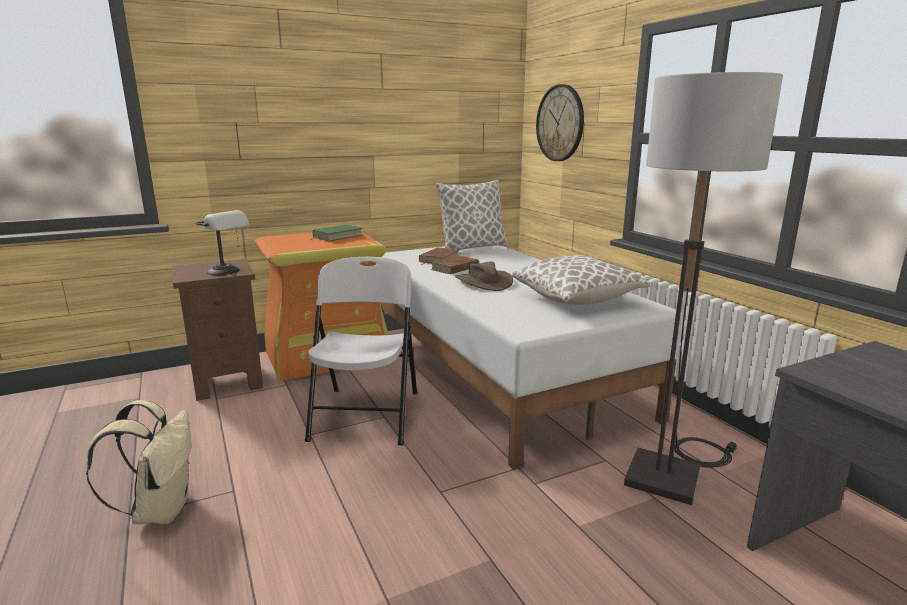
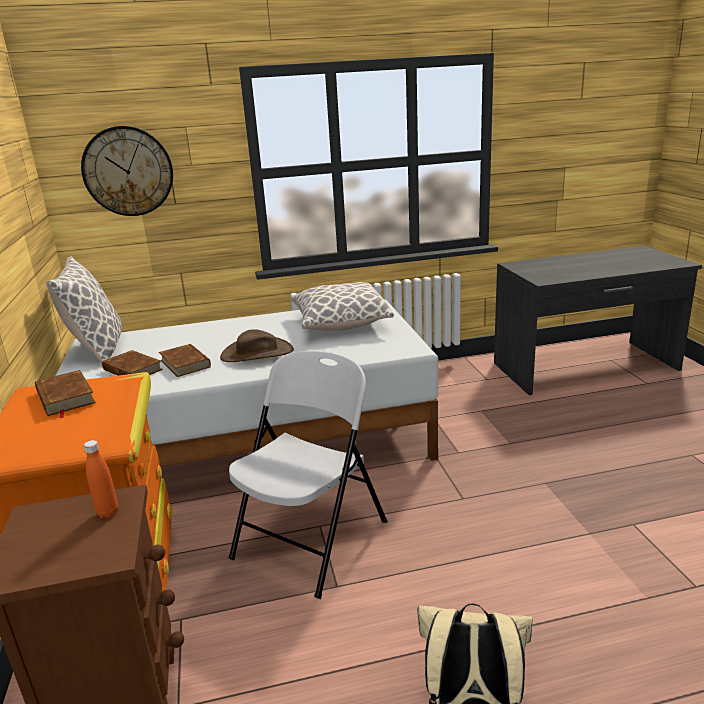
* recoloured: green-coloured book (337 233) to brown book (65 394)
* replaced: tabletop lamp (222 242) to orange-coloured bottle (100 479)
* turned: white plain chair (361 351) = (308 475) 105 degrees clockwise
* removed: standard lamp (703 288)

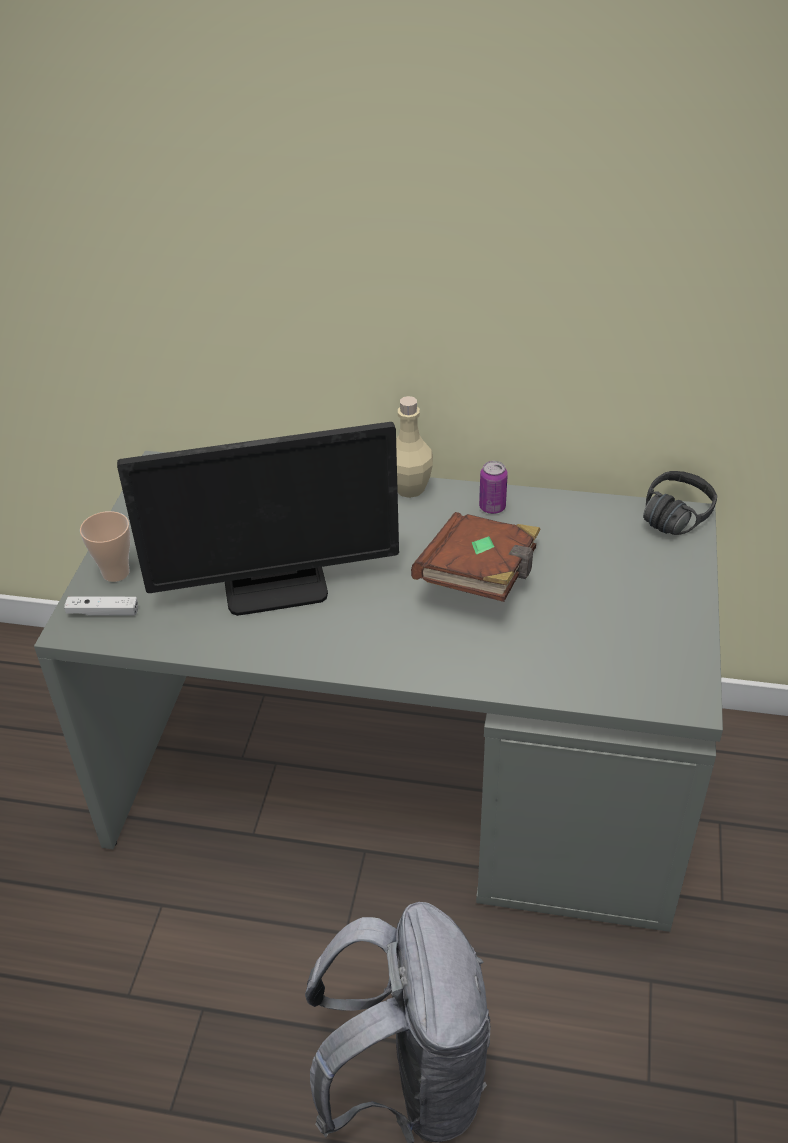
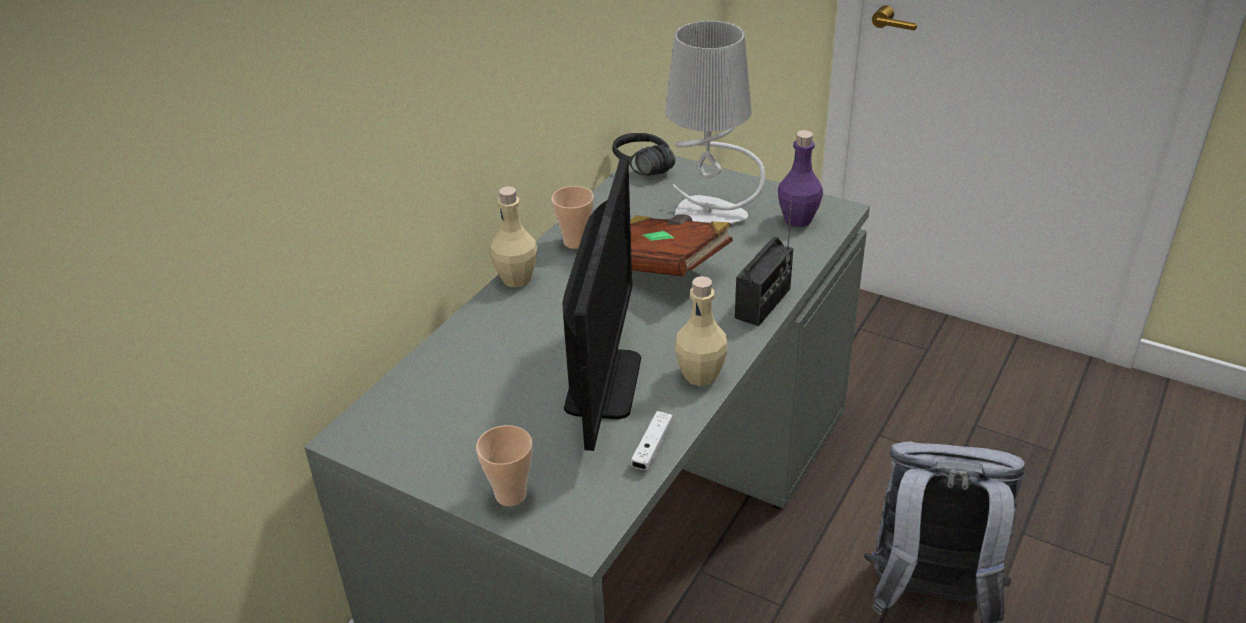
* replaced: can (493 487) to small cup (573 217)
* moved: white joypad (101 606) to (652 440)
* added: grey tabletop lamp (715 122)
* added: beige-coloured bottle (701 331)
* added: radio receiver (764 263)
* added: purplish bottle (800 178)

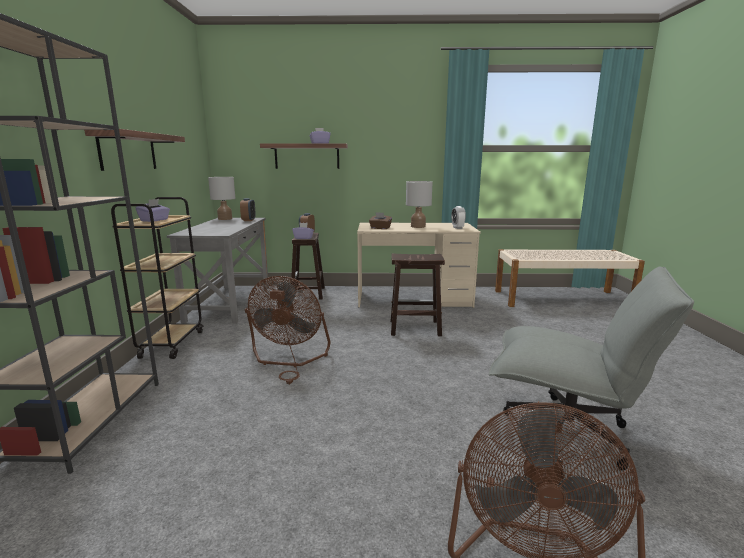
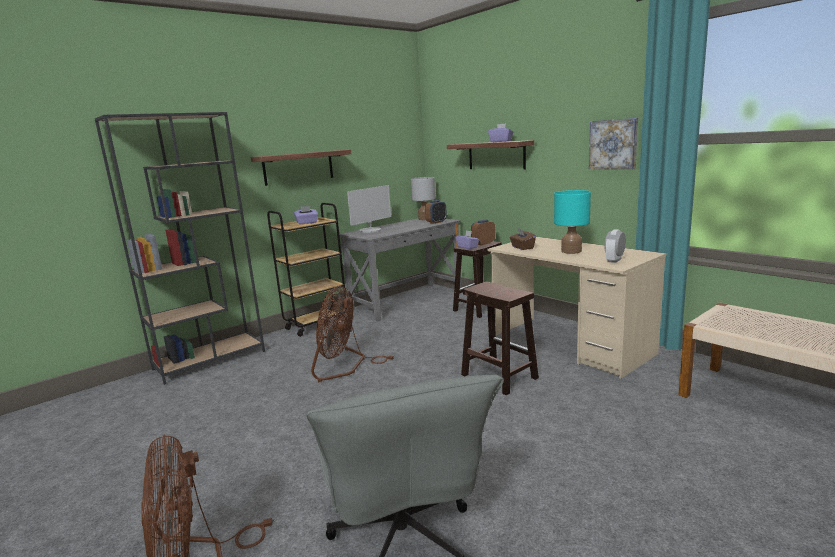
* turned: brown cooling fan (287 330) = (353 334) 135 degrees counterclockwise
* added: monitor (369 209)
* recoloured: grey tabletop lamp (419 204) to turquoise-coloured tabletop lamp (572 222)
* added: wall art (613 144)

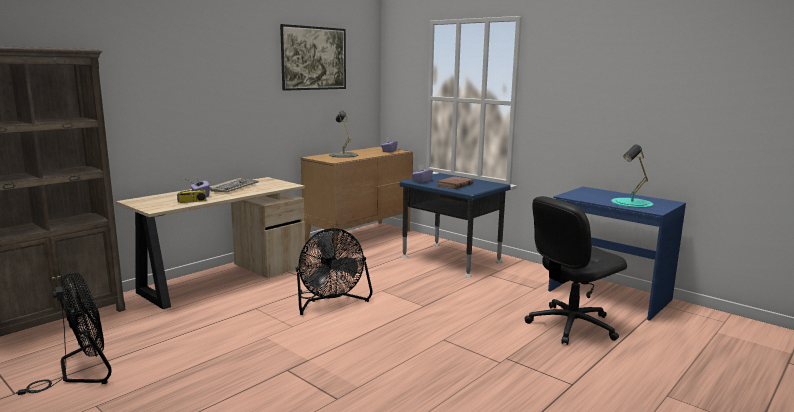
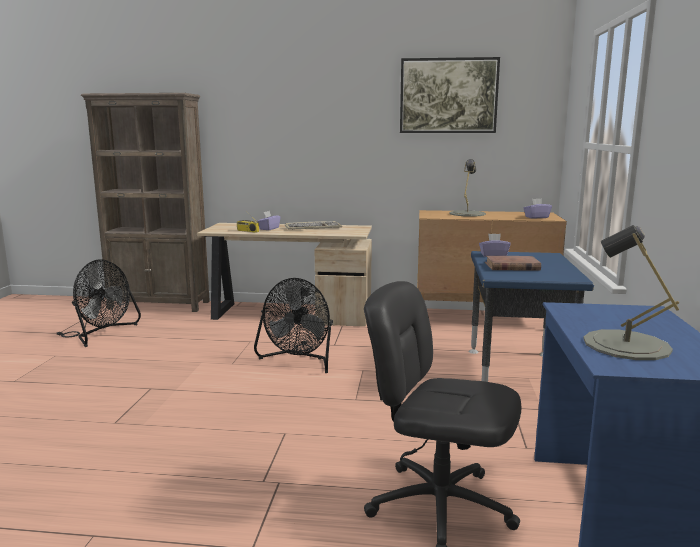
* recoloured: turquoise-coloured tabletop lamp (632 176) to grey tabletop lamp (631 292)

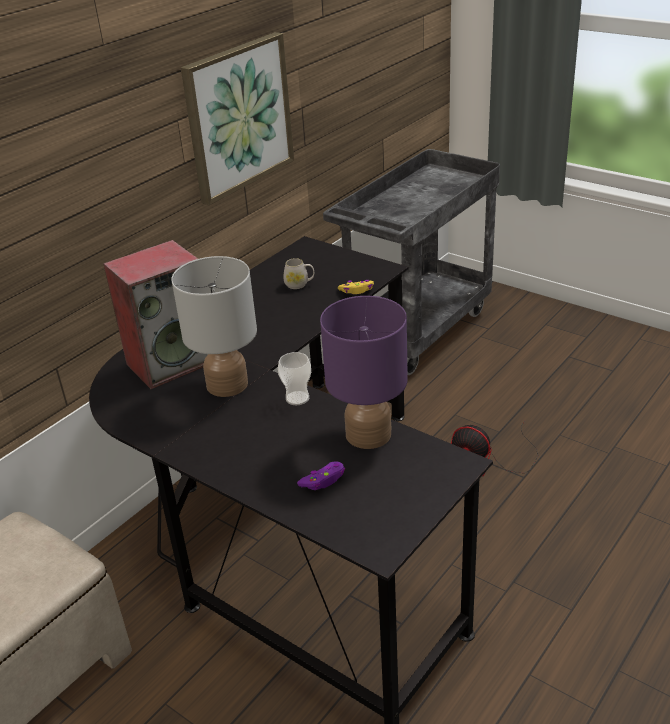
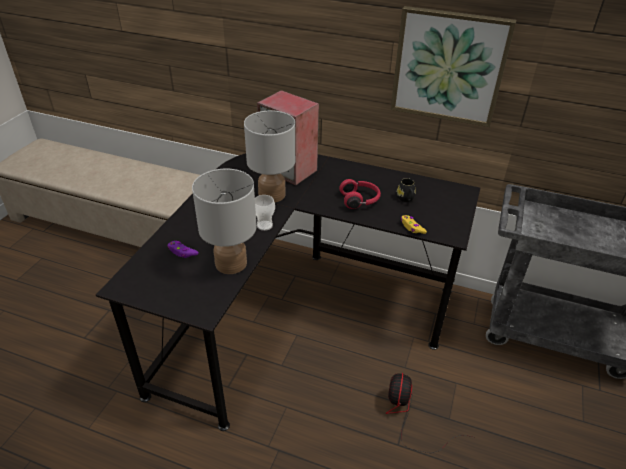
* recoloured: purplish tabletop lamp (364 372) to grey tabletop lamp (224 221)
* added: red-coloured headset (360 194)
* recoloured: white tea mug (298 273) to black tea mug (406 190)

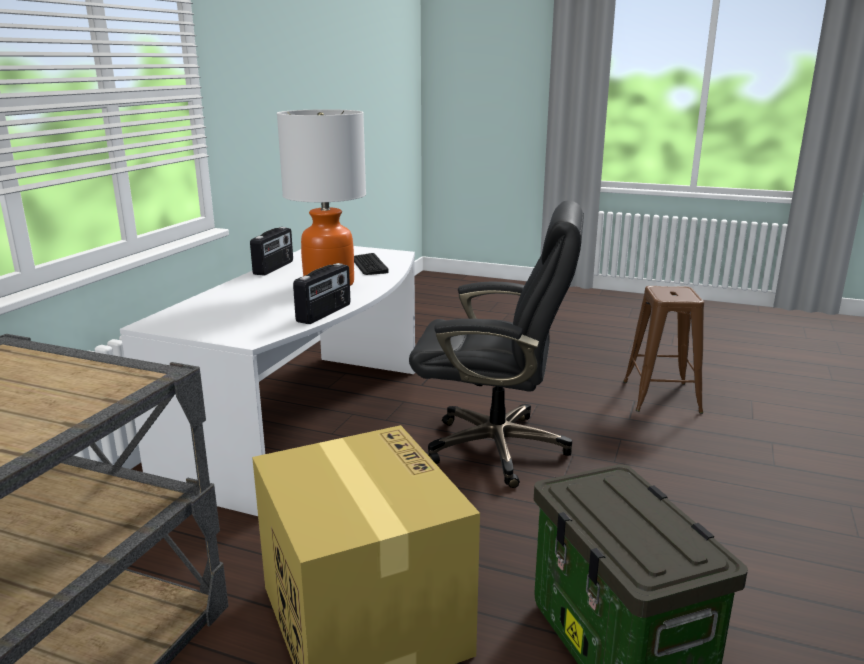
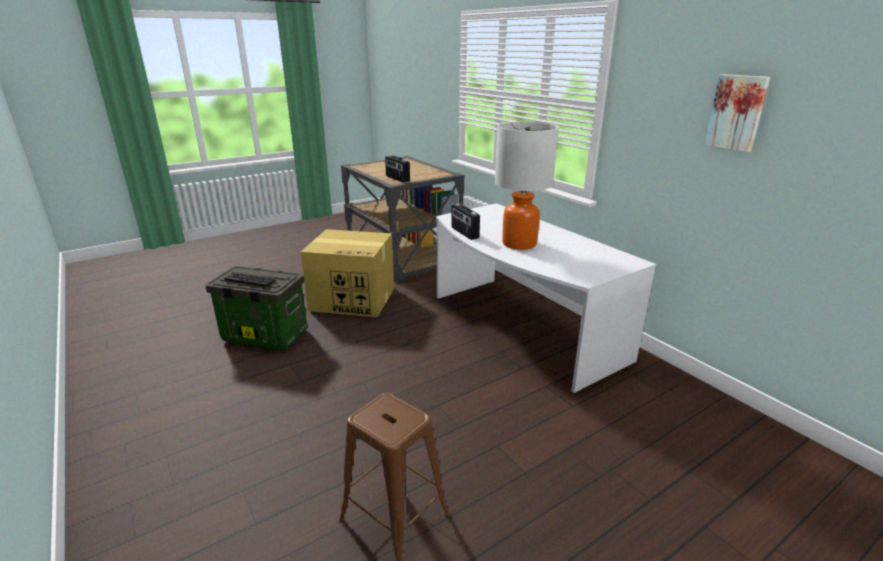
* moved: PC keyboard (371 264) to (250 280)
* moved: radio receiver (271 251) to (397 169)
* added: wall art (737 113)
* removed: black office chair (496 344)

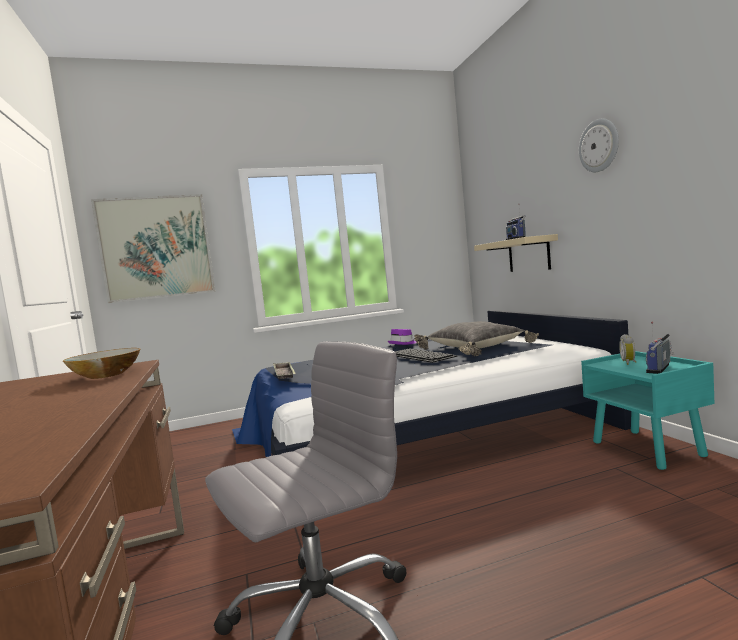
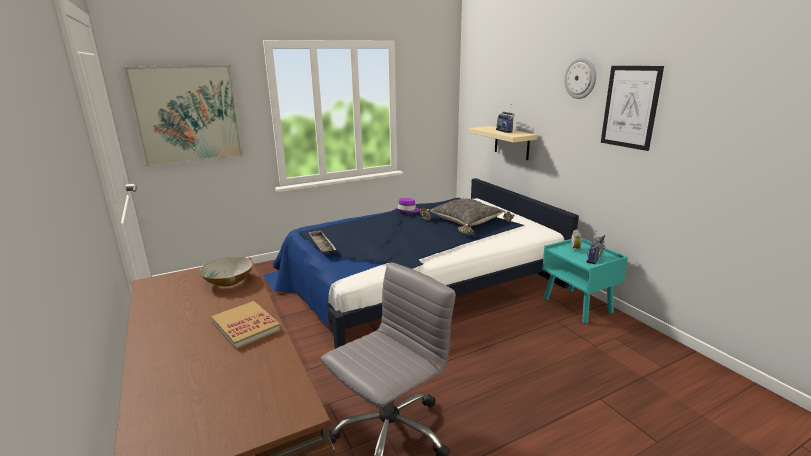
* added: book (246 325)
* added: wall art (632 108)
* removed: PC keyboard (426 355)

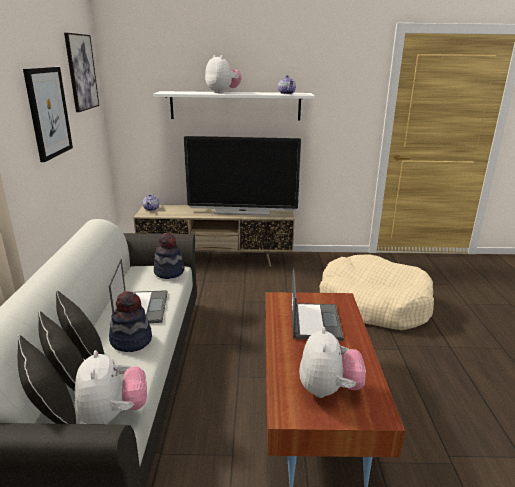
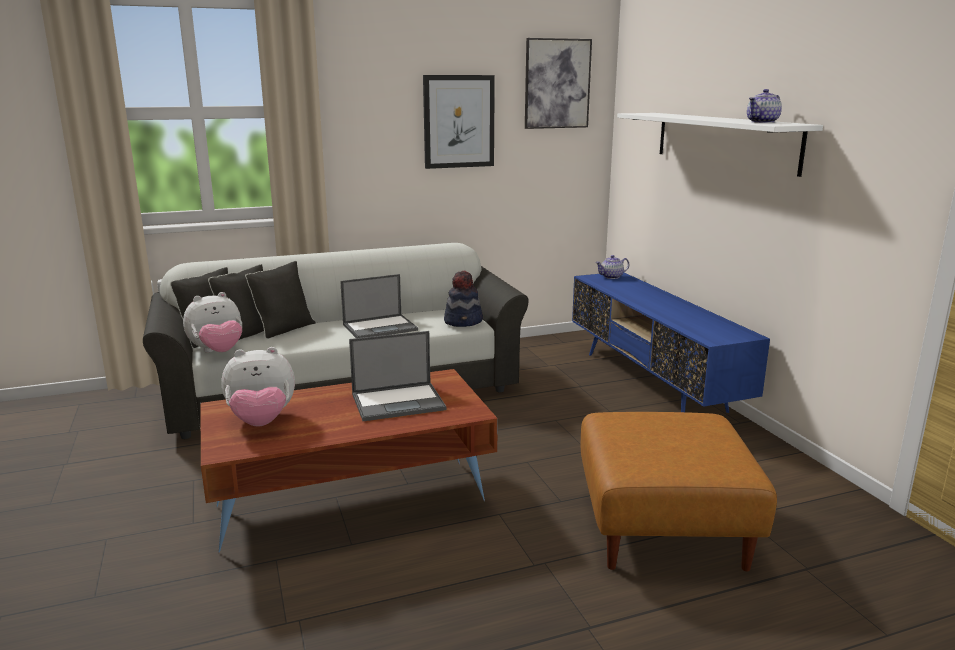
* recoloured: beige-coloured tv unit (214 236) to blue tv unit (671 342)
* replaced: beige-coloured dog bed (376 292) to brown footrest (679 491)
* removed: clothing hat (130 321)
* removed: television (242 176)
* removed: soft toy (223 74)

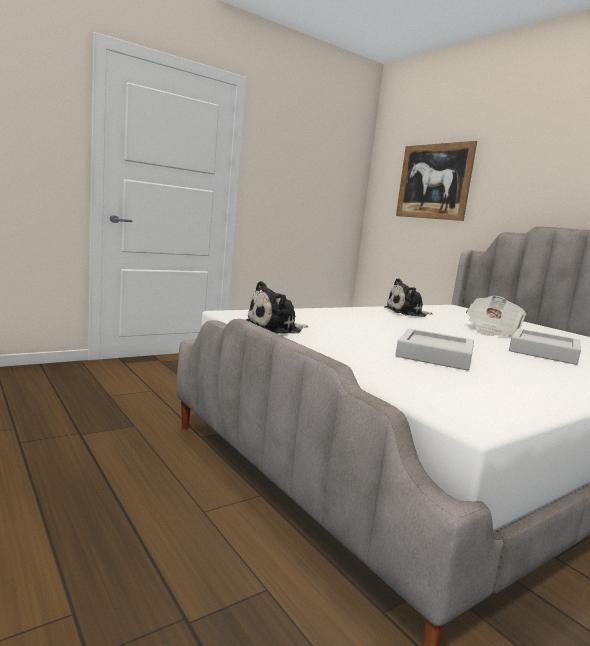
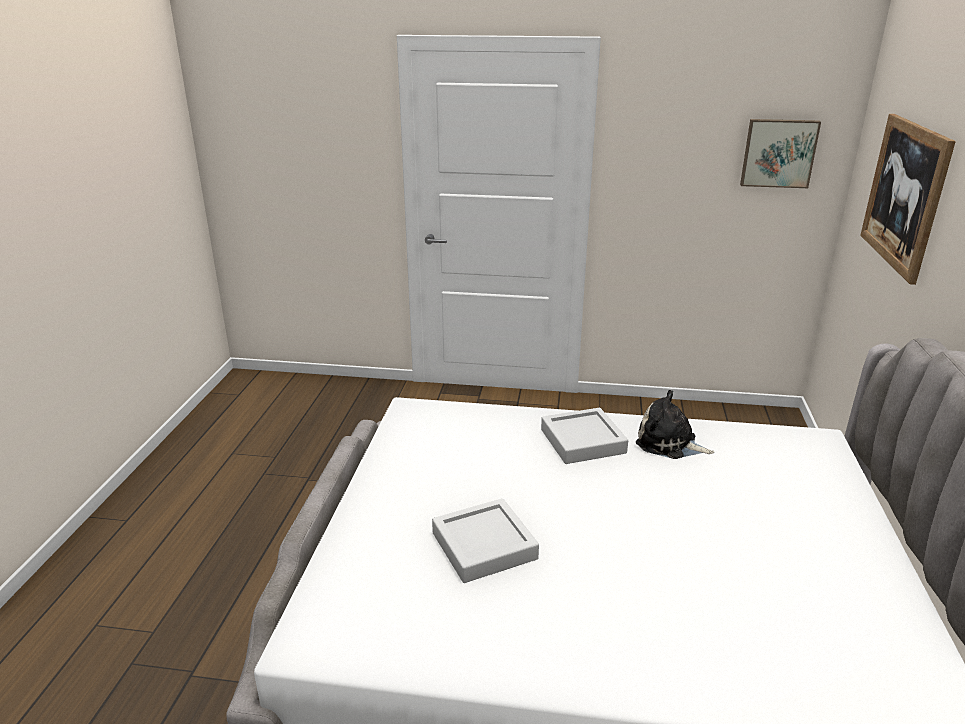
* moved: grey serving tray (545 346) to (584 436)
* added: wall art (780 153)
* removed: soft toy (277 307)
* removed: daily paper (496 316)

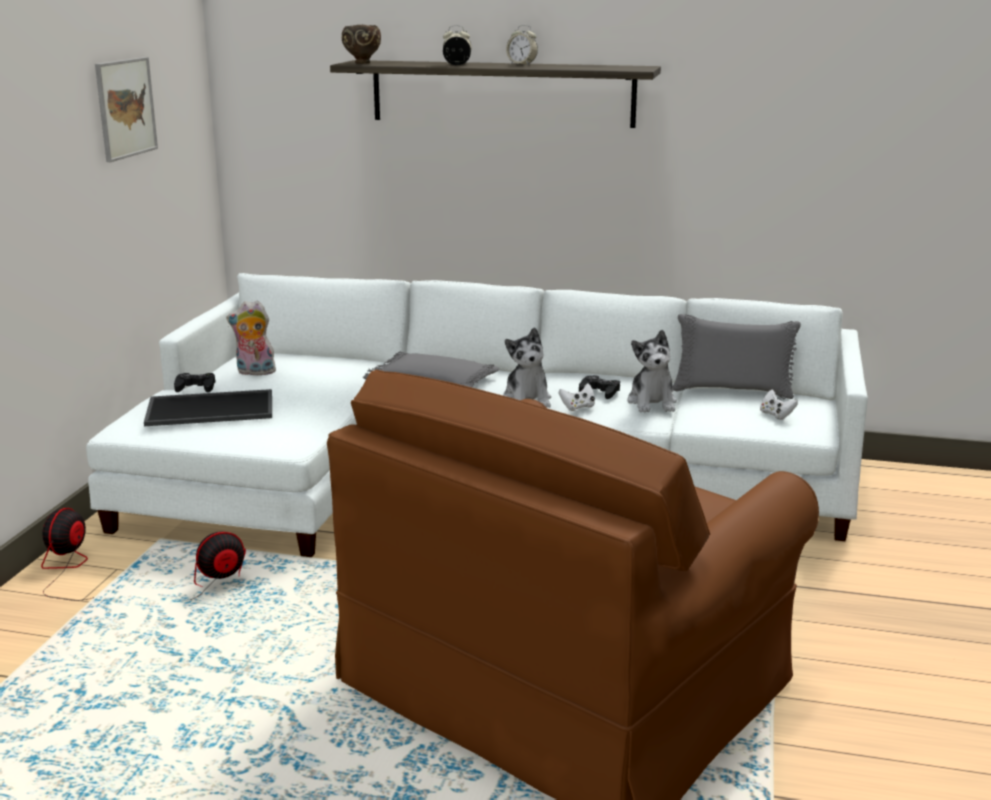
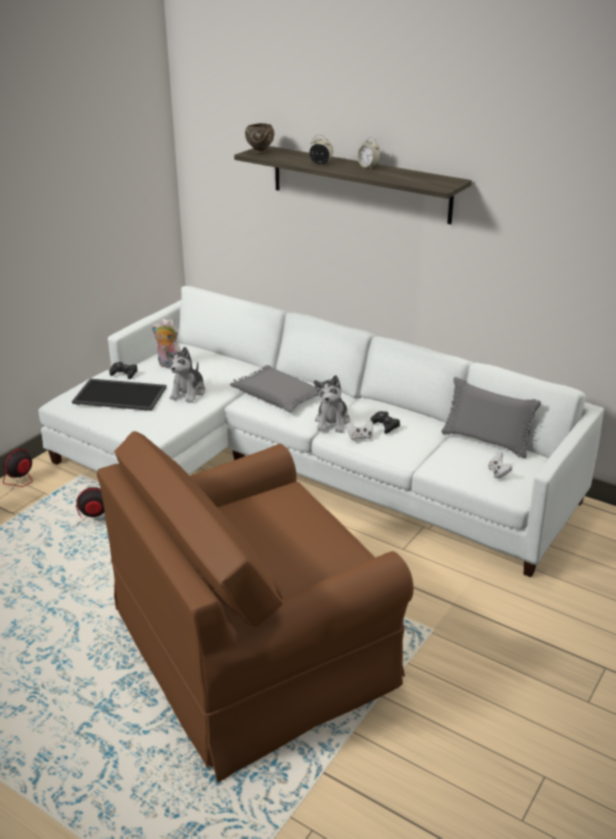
* moved: soft toy (652 371) to (185 375)
* removed: wall art (126 109)

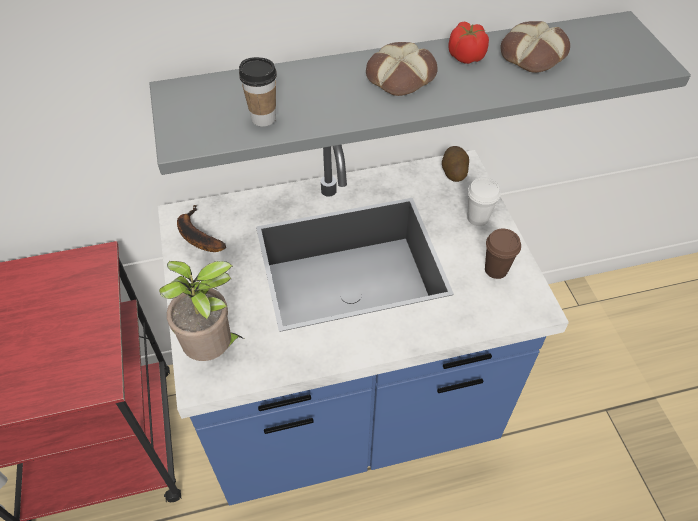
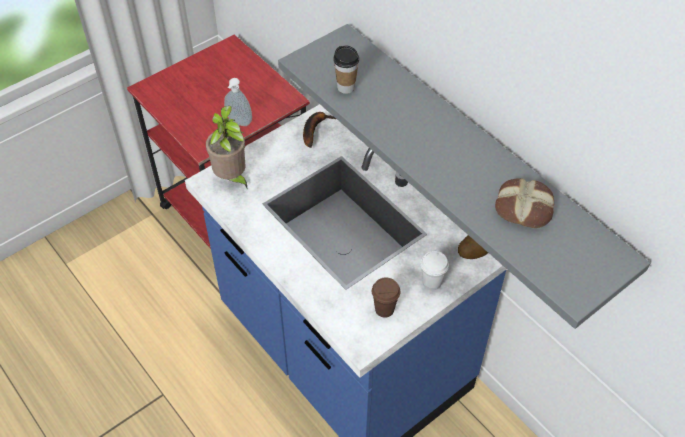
* added: liquid soap bottle (238 102)
* removed: bakery bread (402 69)
* removed: tomato (468 43)

